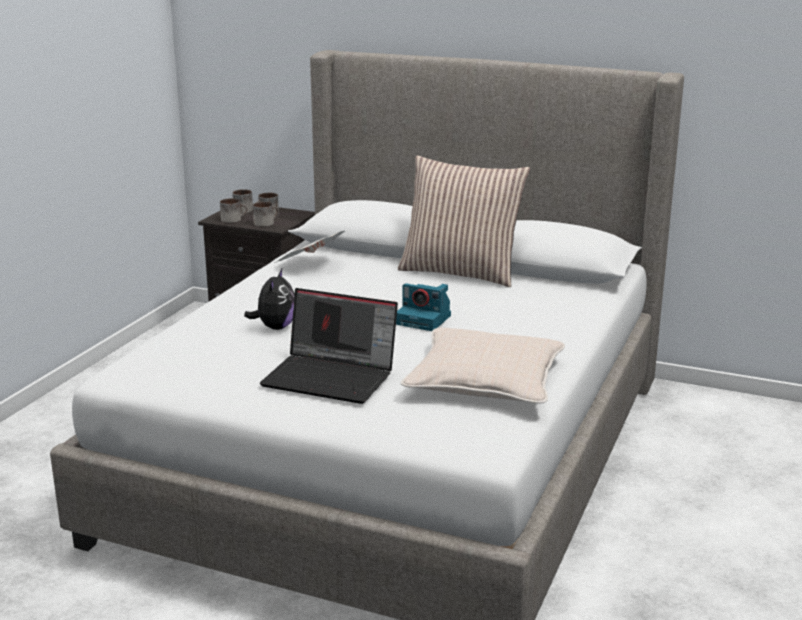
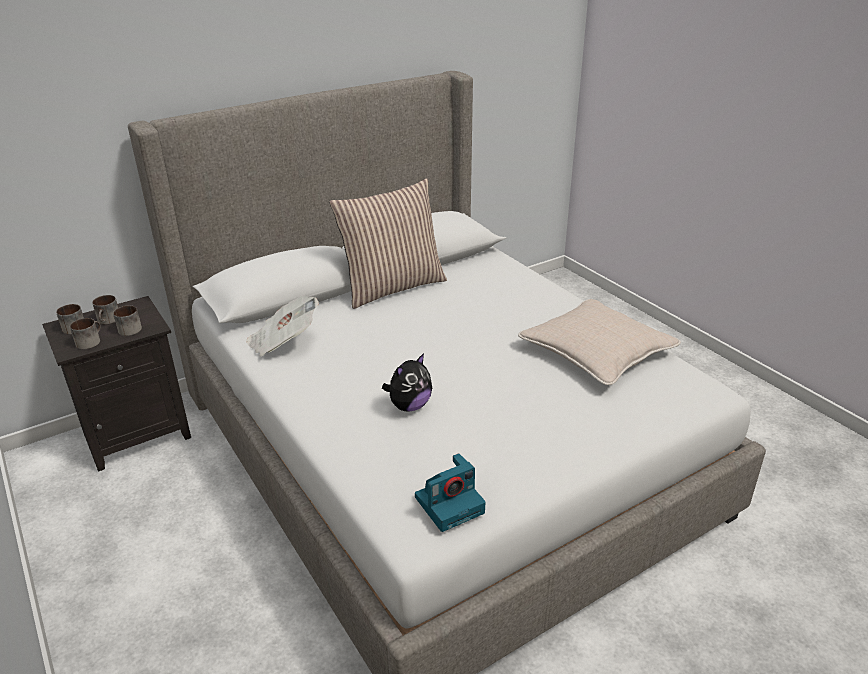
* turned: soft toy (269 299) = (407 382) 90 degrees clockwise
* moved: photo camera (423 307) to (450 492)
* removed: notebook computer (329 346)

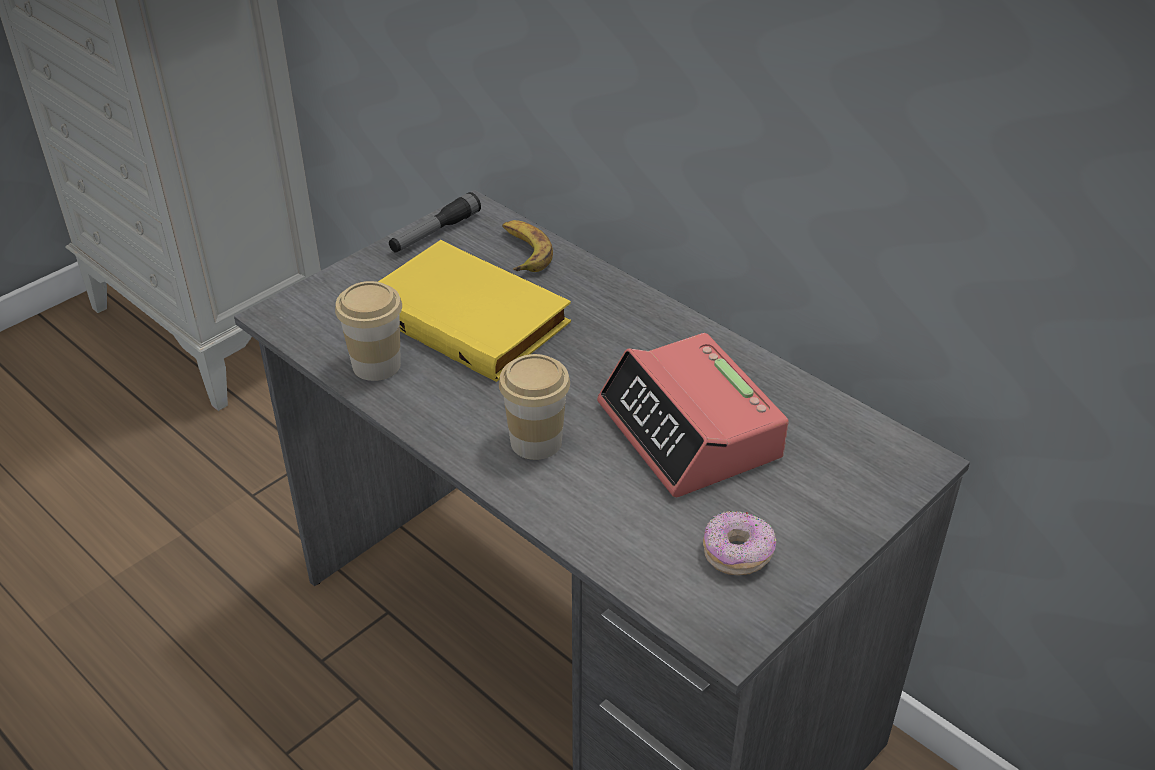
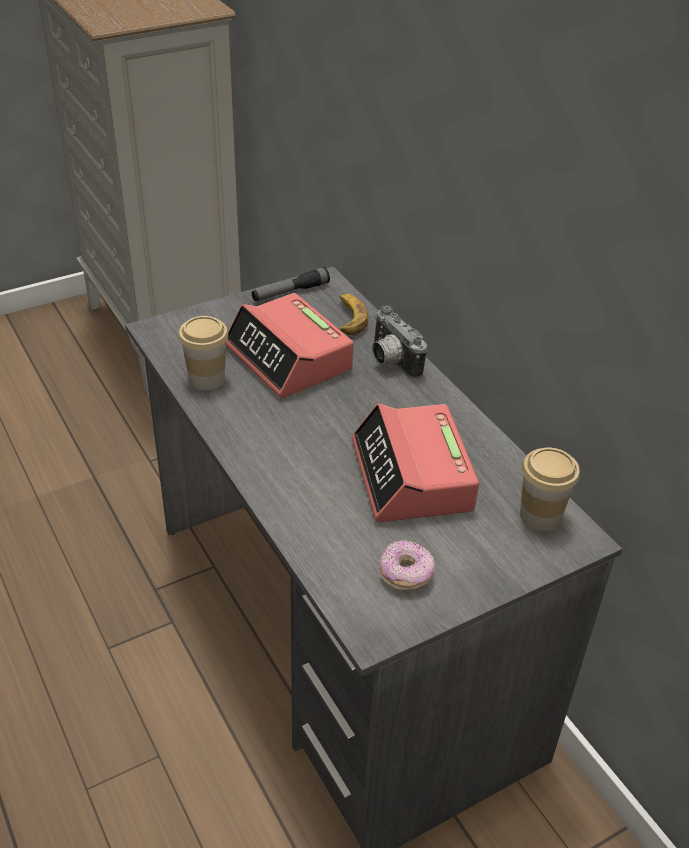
* replaced: yellowish book (474 311) to bedside clock (290 345)
* added: photo camera (399 342)
* moved: small cup (534 407) to (550 489)

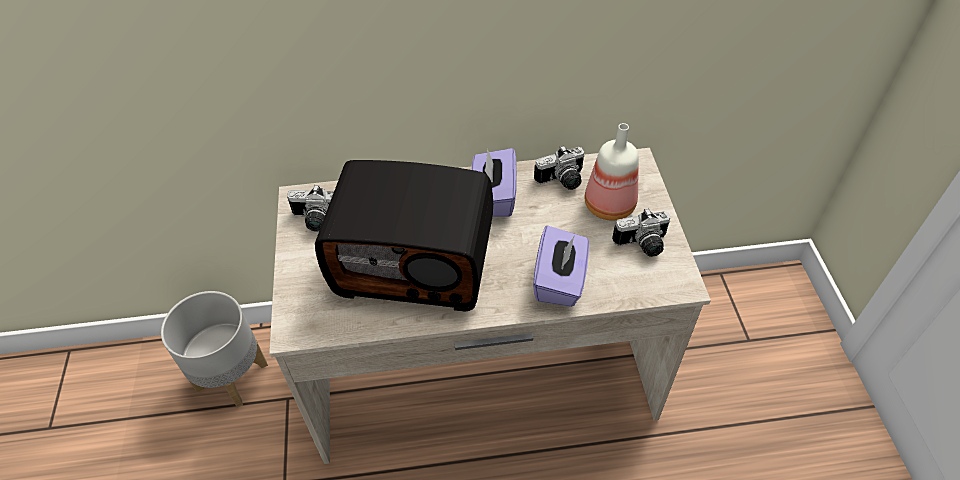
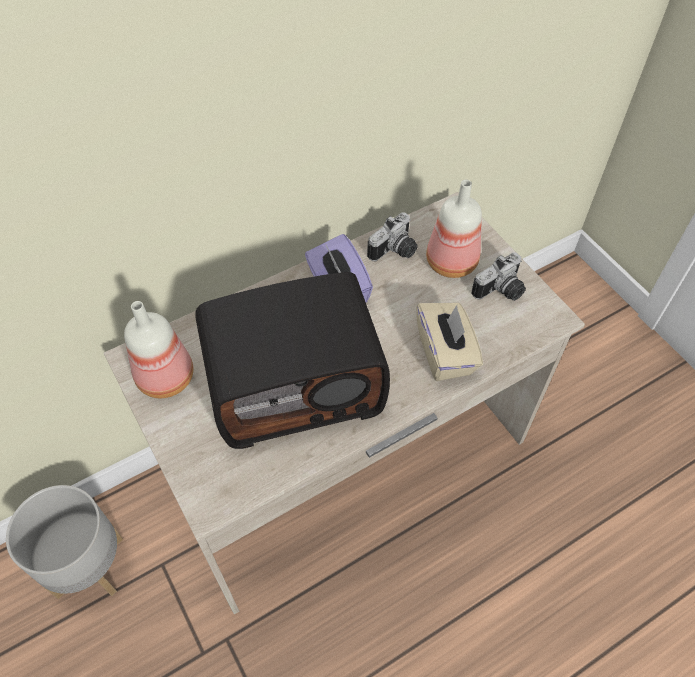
* replaced: photo camera (310 208) to bottle (158 349)
* recoloured: purplish box of tissues (561 266) to beige-coloured box of tissues (449 342)

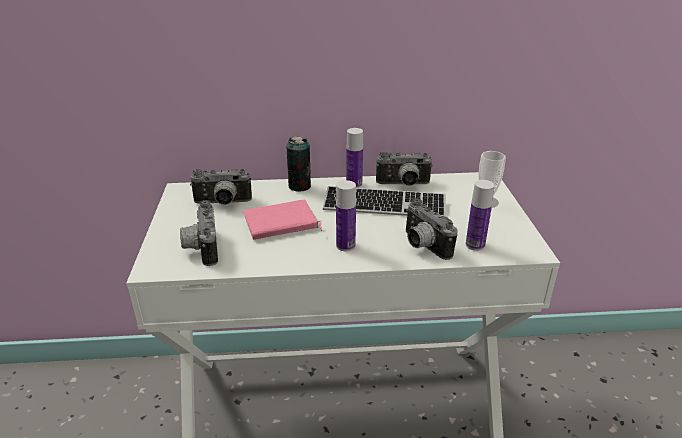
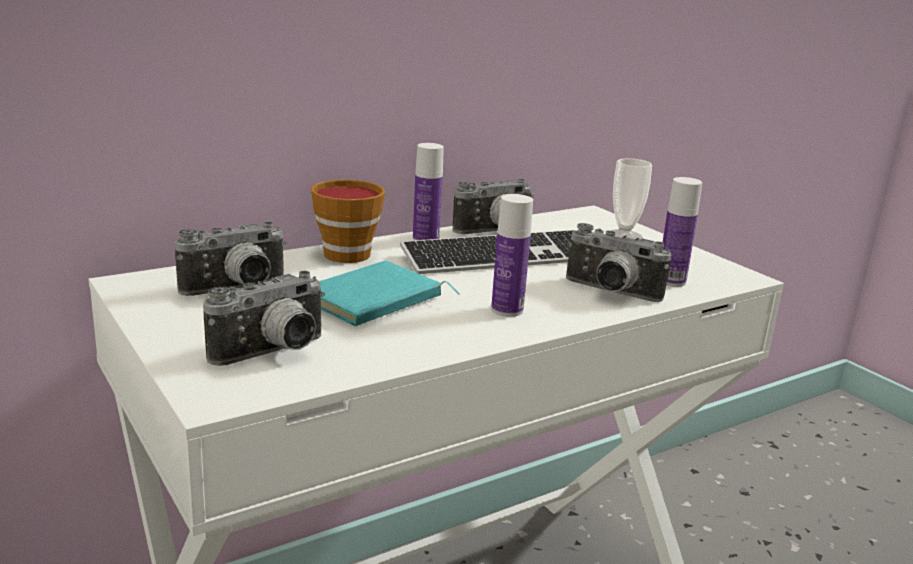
* turned: photo camera (199 233) = (264 318) 90 degrees counterclockwise
* replaced: can (298 164) to small cup (348 221)
* recoloured: pinkish book (282 219) to turquoise-coloured book (389 293)

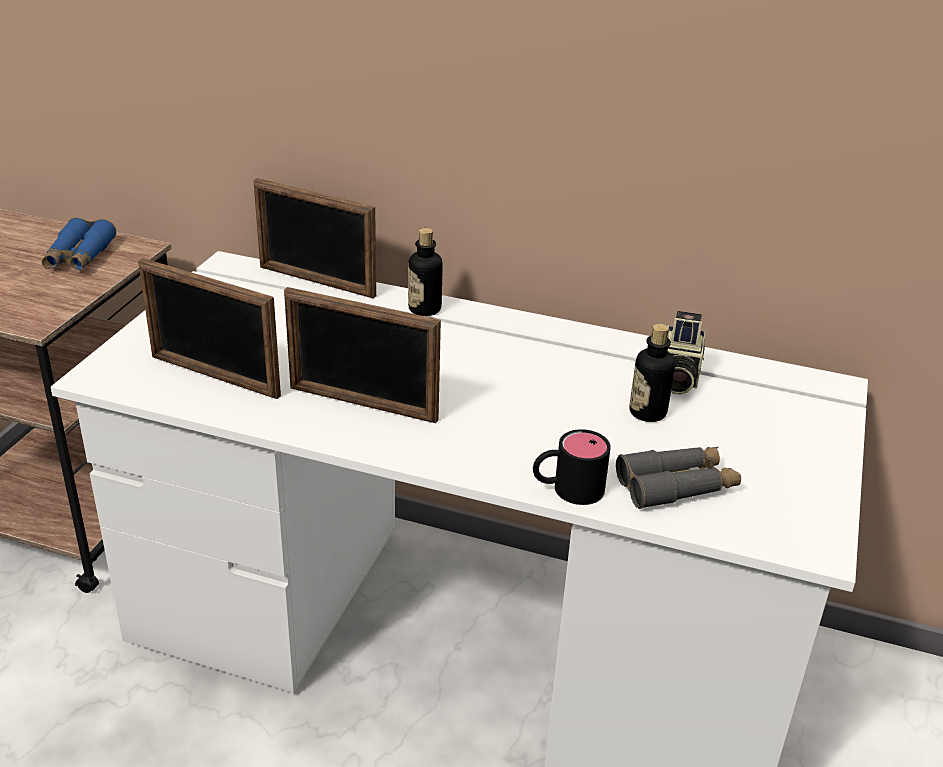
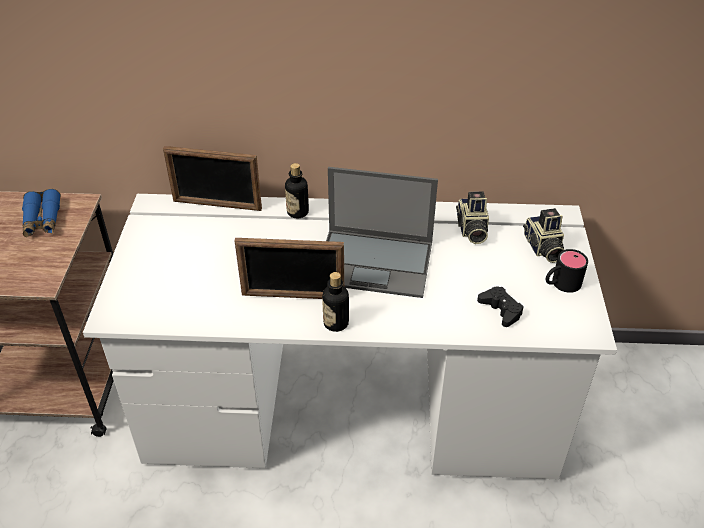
* moved: bottle (652 373) to (335 302)
* added: notebook computer (382 232)
* replaced: grey pair of binoculars (678 478) to black joypad (500 307)
* added: photo camera (543 235)
* moved: black tea mug (572 467) to (567 271)
* removed: photo frame (209 328)

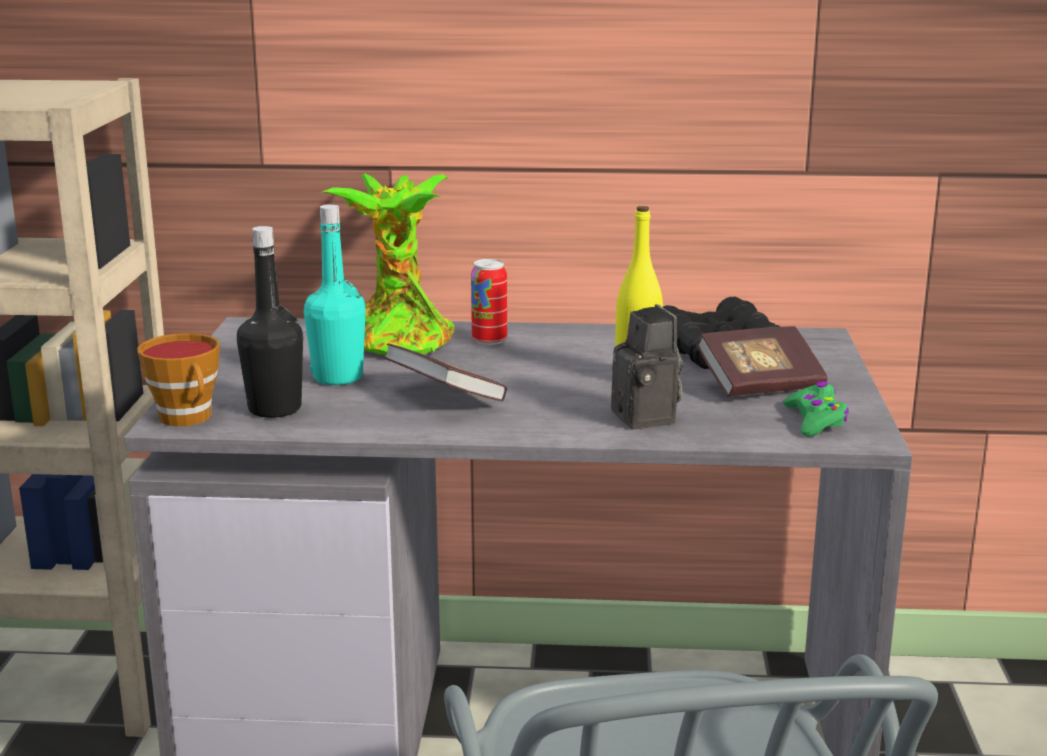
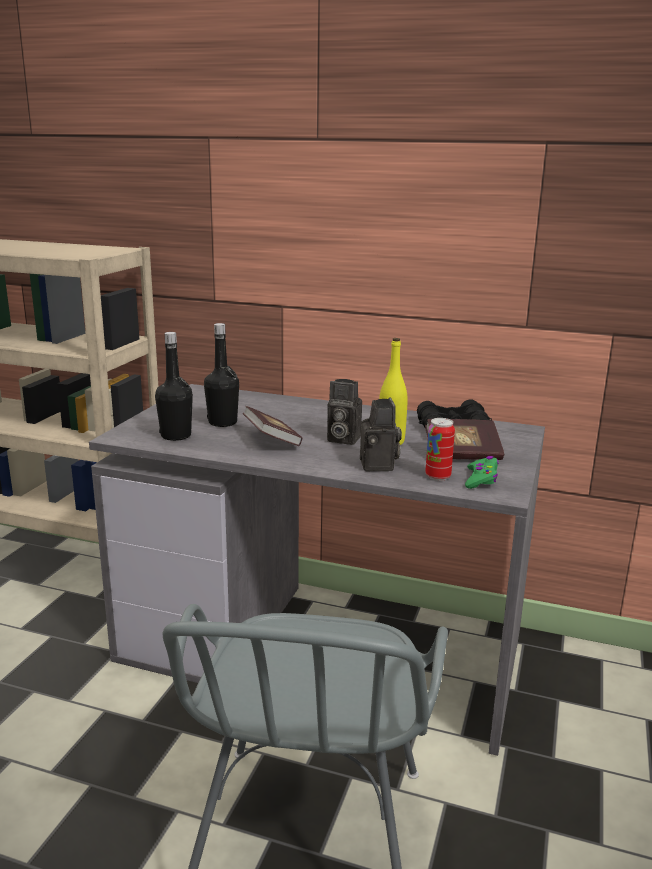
* recoloured: turquoise-coloured bottle (335 294) to black bottle (221 375)
* added: photo camera (344 412)
* moved: can (489 302) to (440 449)
* removed: small cup (178 379)
* removed: plant in a pot (387 264)

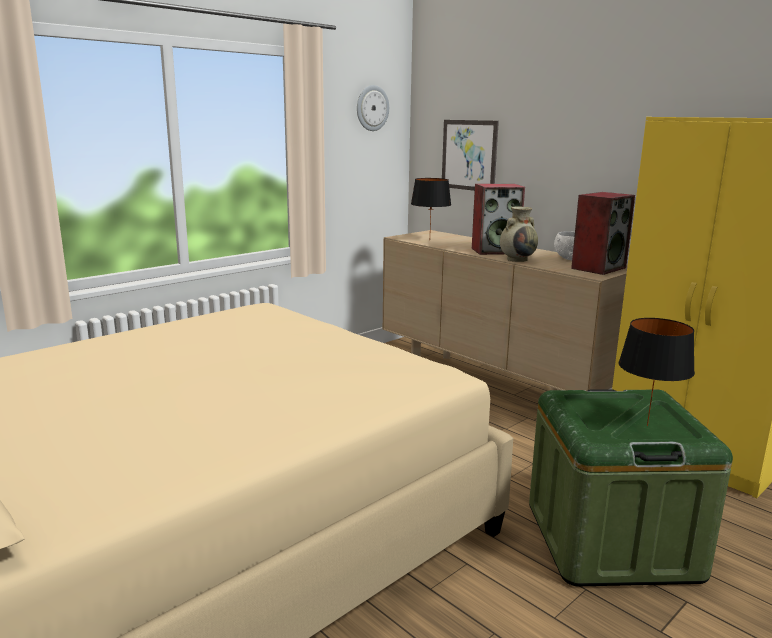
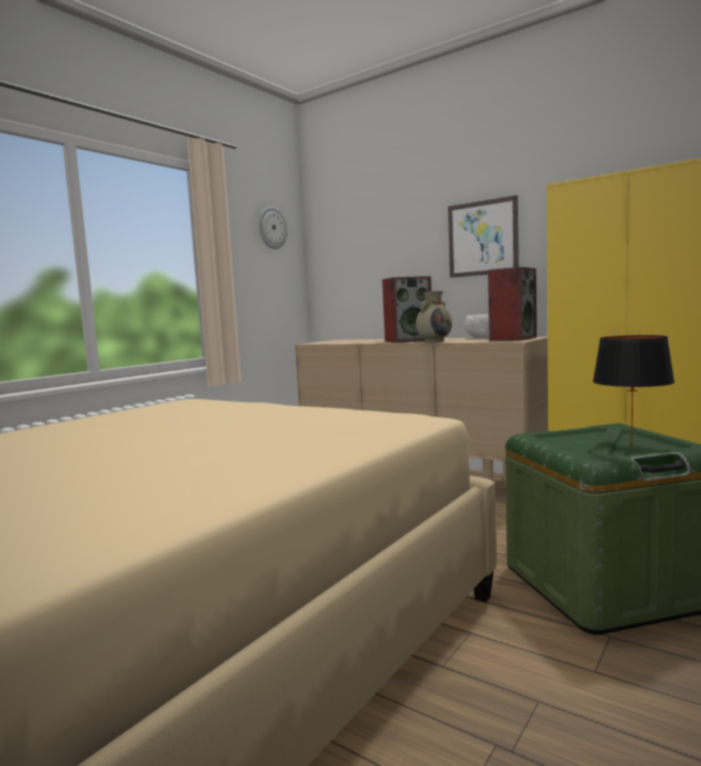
* moved: wall art (470 155) to (483 236)
* removed: black tabletop lamp (431 203)

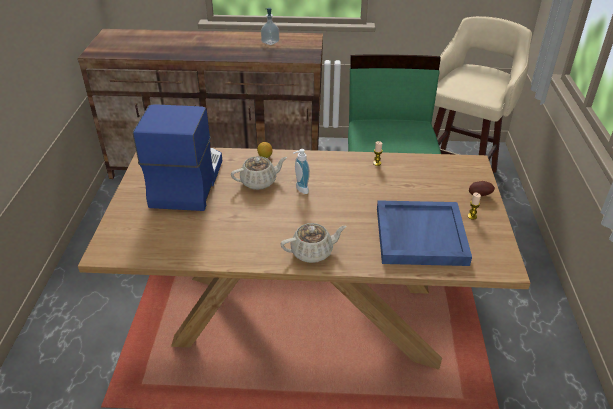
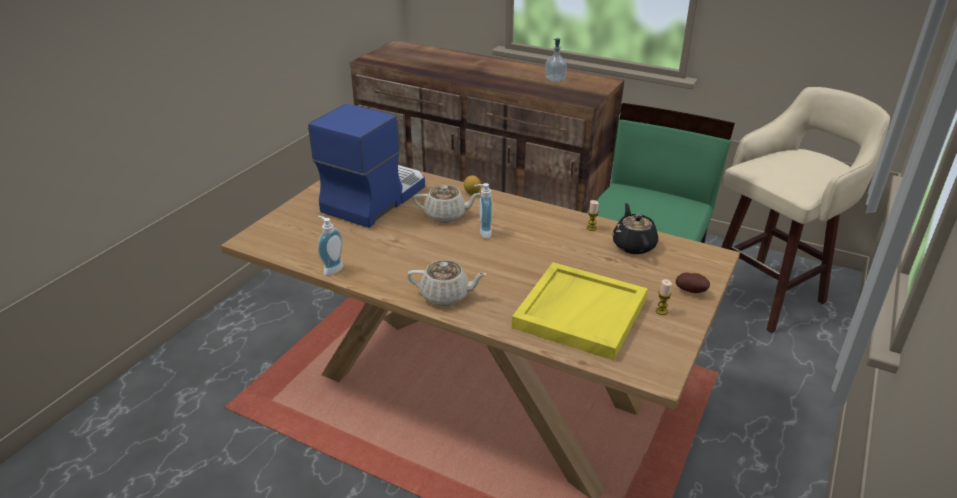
* added: liquid soap bottle (330 246)
* recoloured: blue serving tray (424 233) to yellowish serving tray (580 311)
* added: black pot for tea (635 228)

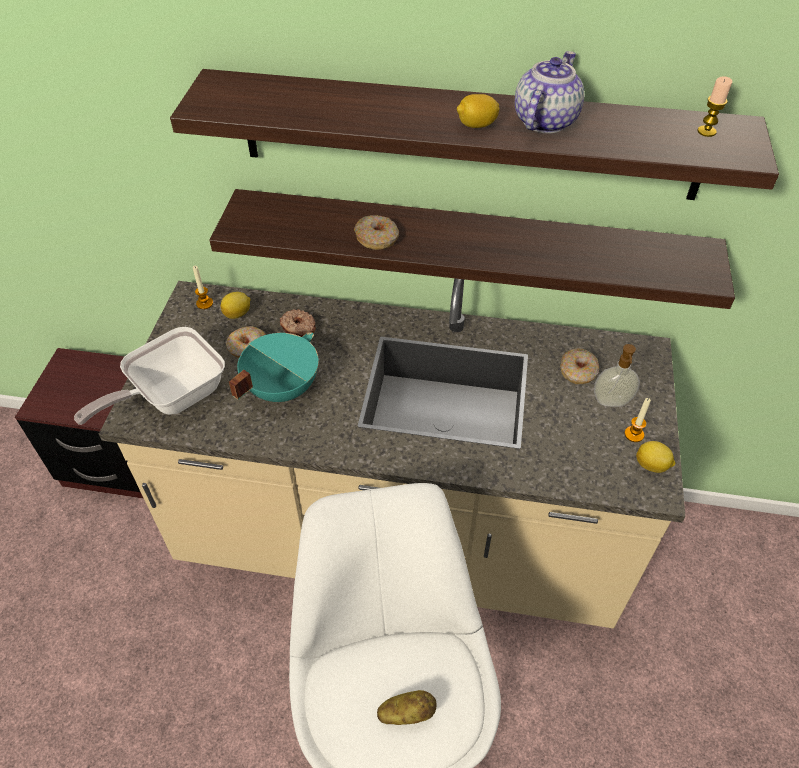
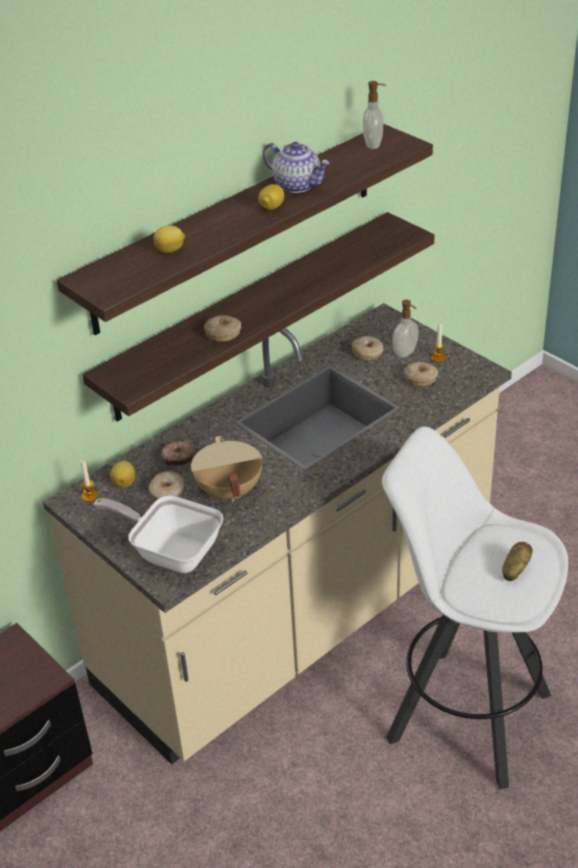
* turned: frying pan (149 376) = (158 534) 120 degrees clockwise
* moved: whole lemon (655 457) to (169 239)
* recoloured: turquoise-coloured stockpot (274 367) to beige-coloured stockpot (226 468)
* turned: pot for tea (549 92) = (296 167) 150 degrees clockwise
* replaced: wax light (715 106) to liquid soap bottle (374 115)
* added: donut (421 374)

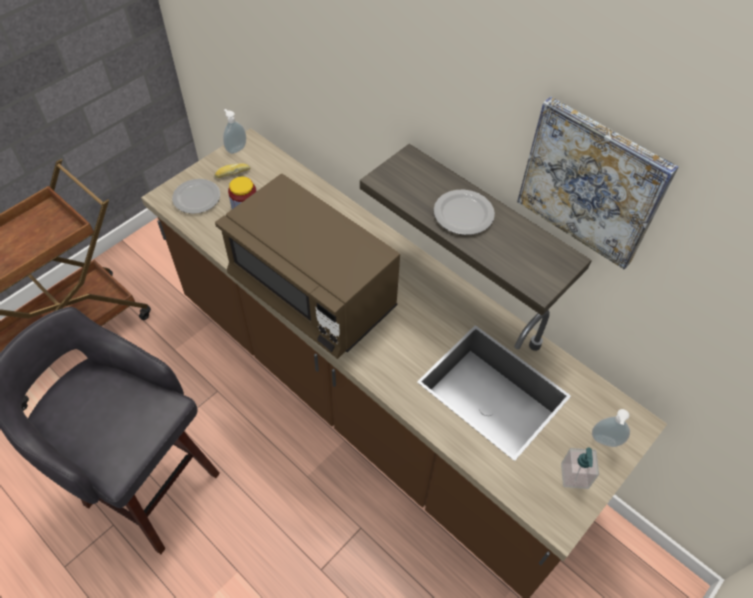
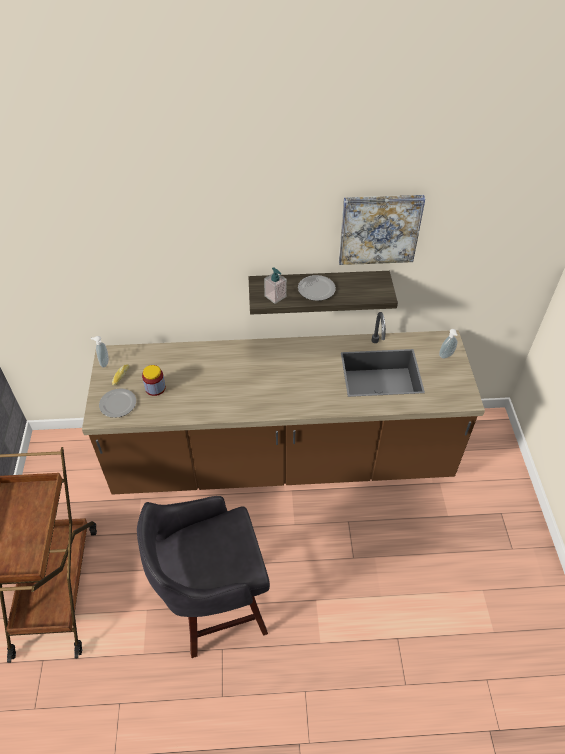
* moved: liquid soap bottle (580 468) to (275 285)
* removed: brown microwave (307 266)

